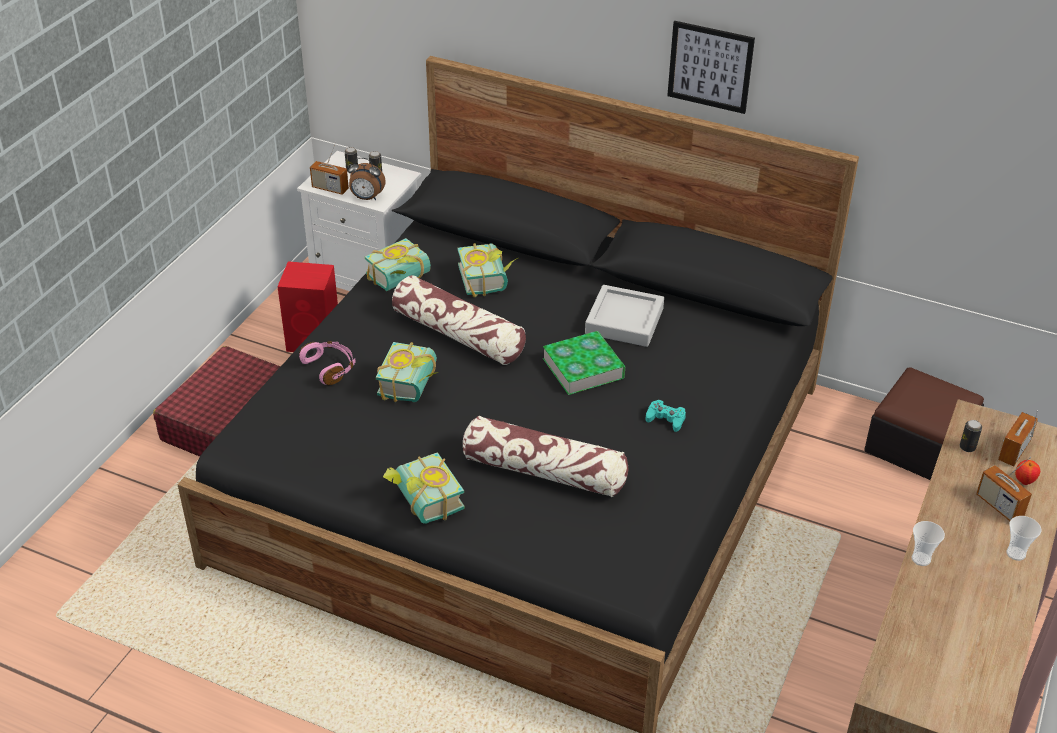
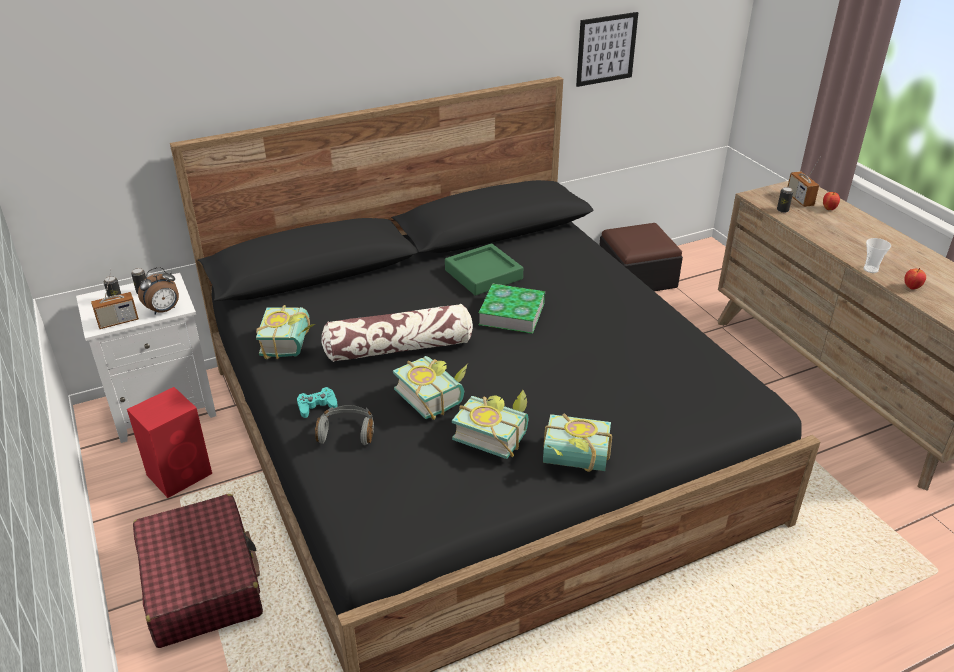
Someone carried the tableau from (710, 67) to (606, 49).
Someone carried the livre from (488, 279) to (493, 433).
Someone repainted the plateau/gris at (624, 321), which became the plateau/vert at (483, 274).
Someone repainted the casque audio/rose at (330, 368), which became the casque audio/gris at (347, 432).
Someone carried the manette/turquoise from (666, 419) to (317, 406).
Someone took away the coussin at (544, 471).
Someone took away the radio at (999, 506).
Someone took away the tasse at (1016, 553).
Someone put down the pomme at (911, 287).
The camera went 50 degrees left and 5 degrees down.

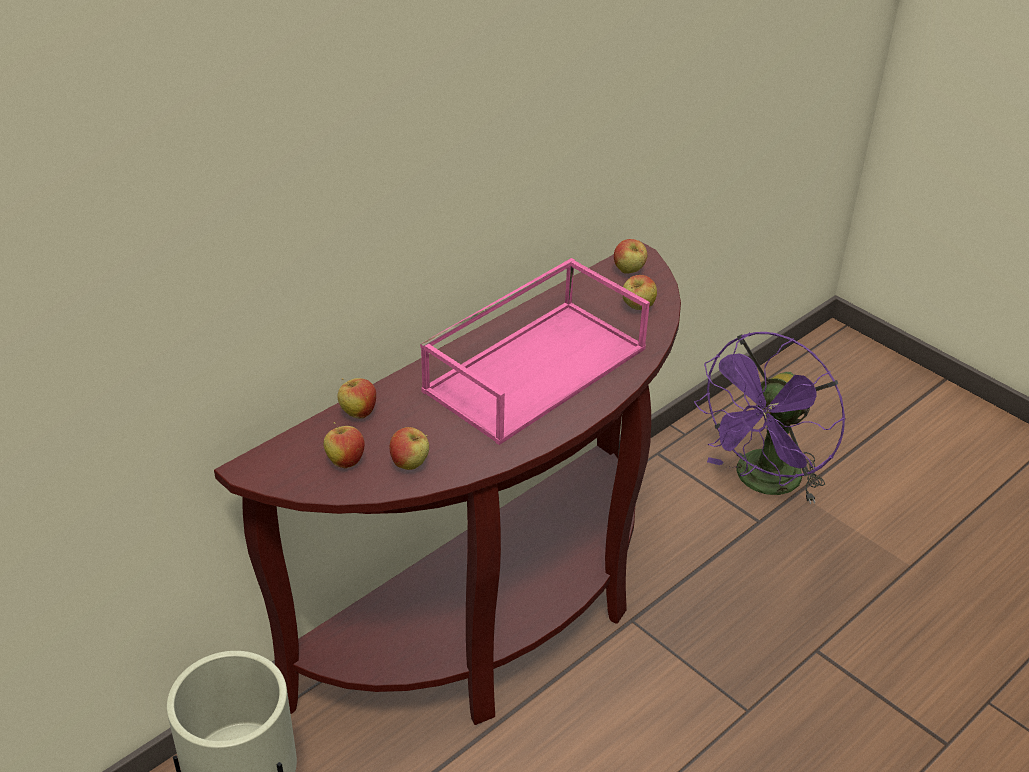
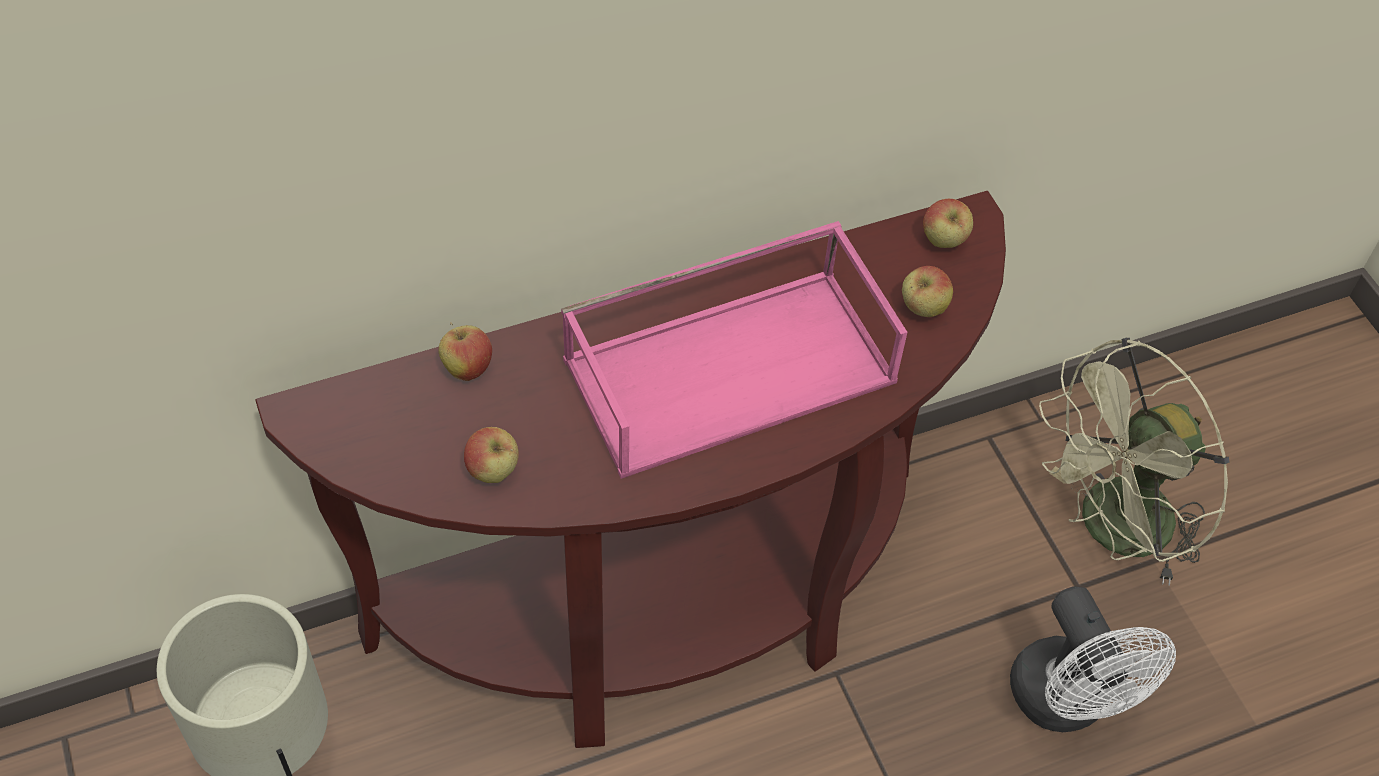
Someone repainted the ventilateur/violet at (762, 483), which became the ventilateur/vert at (1111, 530).
Someone took away the pomme at (345, 461).
Someone put down the ventilateur/blanc at (1067, 704).
The camera went 20 degrees right and 15 degrees up.

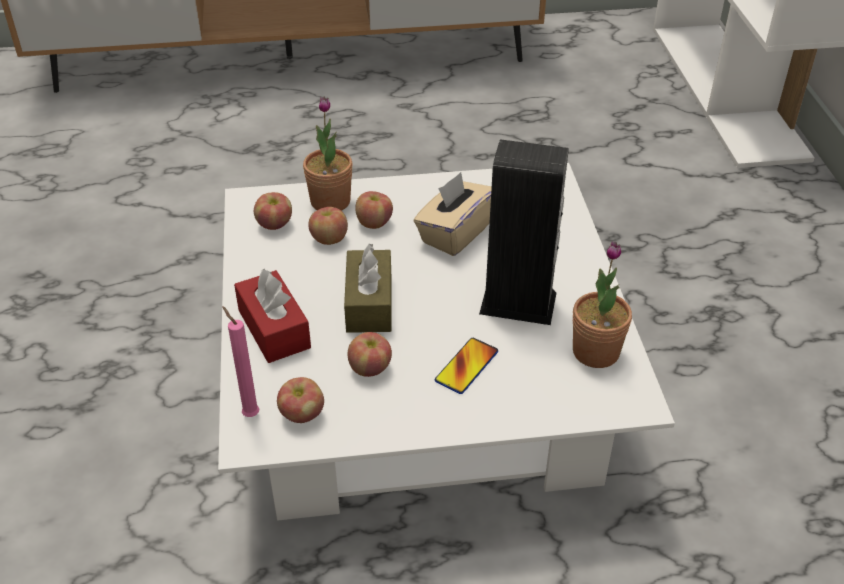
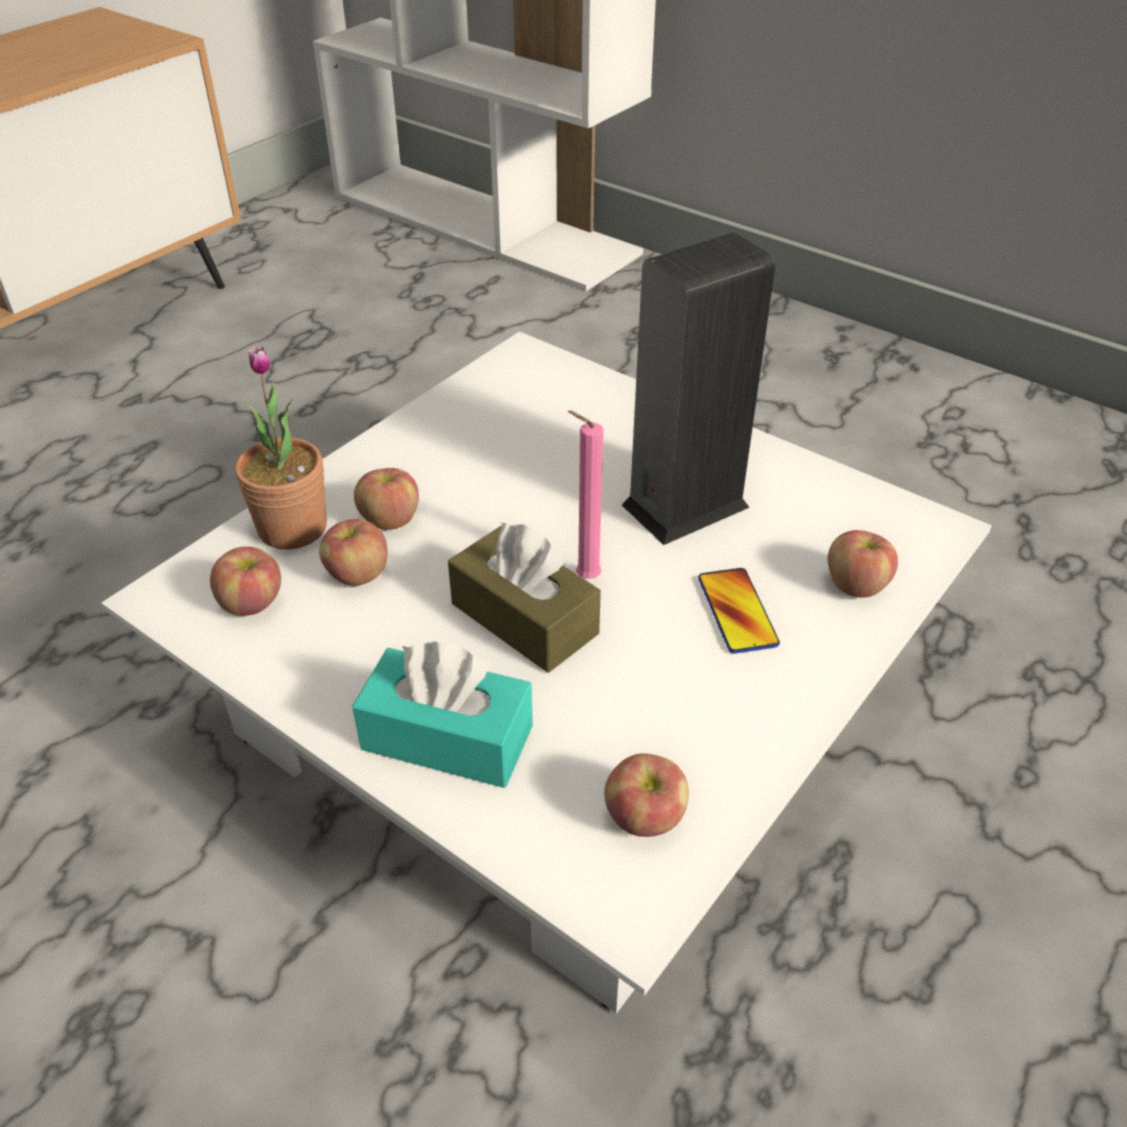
Someone took away the boîte à mouchoirs/beige at (455, 233).
Someone took away the plante en pot at (595, 352).
Someone repainted the boîte à mouchoirs/rouge at (274, 329), which became the boîte à mouchoirs/turquoise at (447, 738).
Someone carried the bougie/rose from (249, 413) to (584, 578).
Someone carried the pomme from (370, 368) to (855, 585).
The camera went 45 degrees left and 0 degrees up.

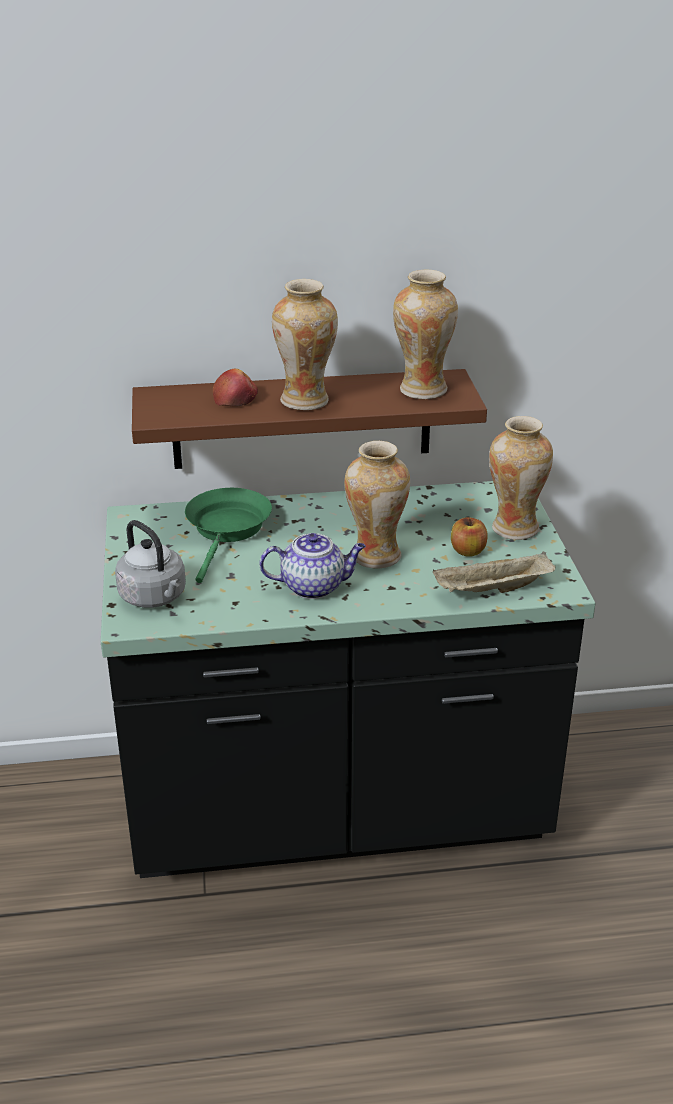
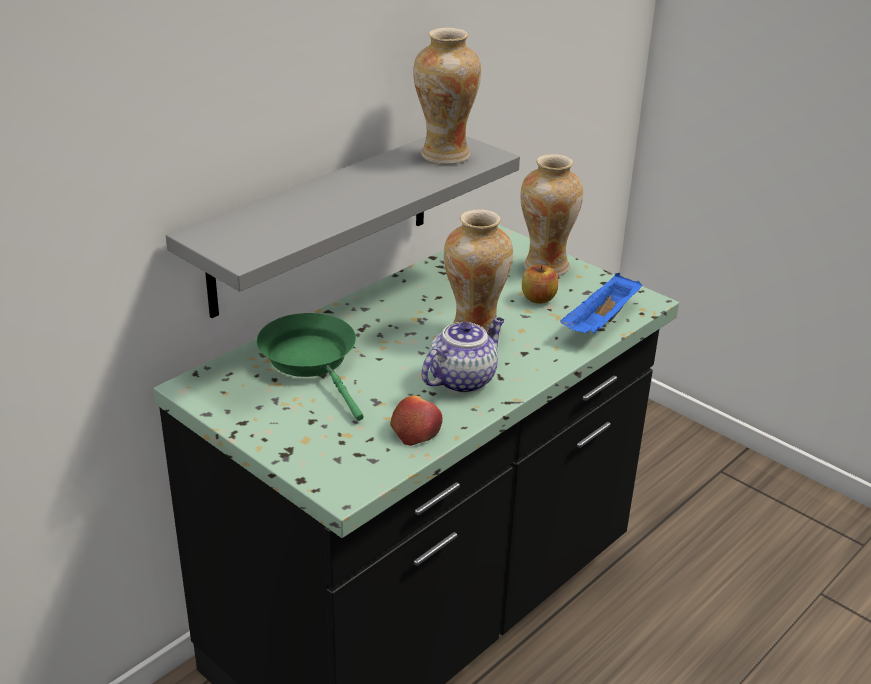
Someone took away the vase at (305, 401).
Someone repainted the étagère/marron at (302, 419), which became the étagère/gris at (322, 222).
Someone carried the pomme from (236, 399) to (415, 429).
Someone took away the bouilloire/gris at (155, 597).
Someone repainted the plateau/beige at (492, 590), which became the plateau/bleu at (601, 323).
The camera went 40 degrees left and 0 degrees up.

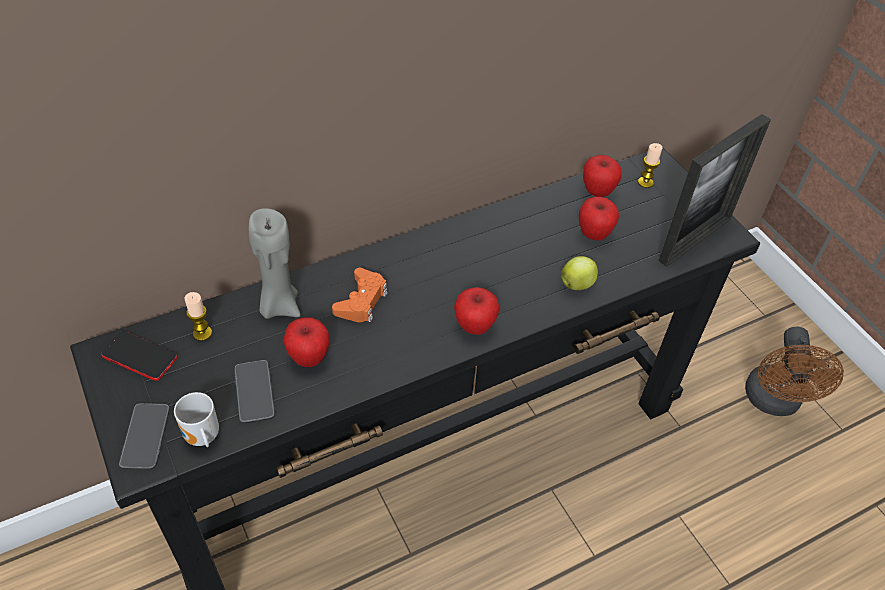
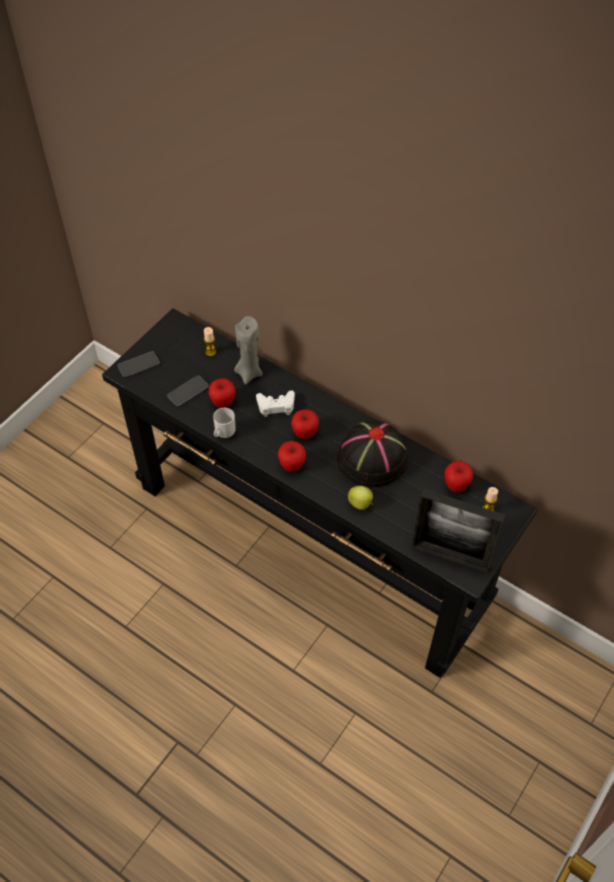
Someone carried the pomme from (594, 234) to (305, 433).
Someone repainted the manette/orange at (361, 301), which became the manette/blanc at (276, 406).
Someone took away the ventilateur/marron at (773, 402).
Someone took away the téléphone at (139, 356).
Someone carried the mug from (201, 438) to (223, 433).
Someone put down the chapeau/noir at (372, 459).
The camera went 65 degrees right and 5 degrees up.

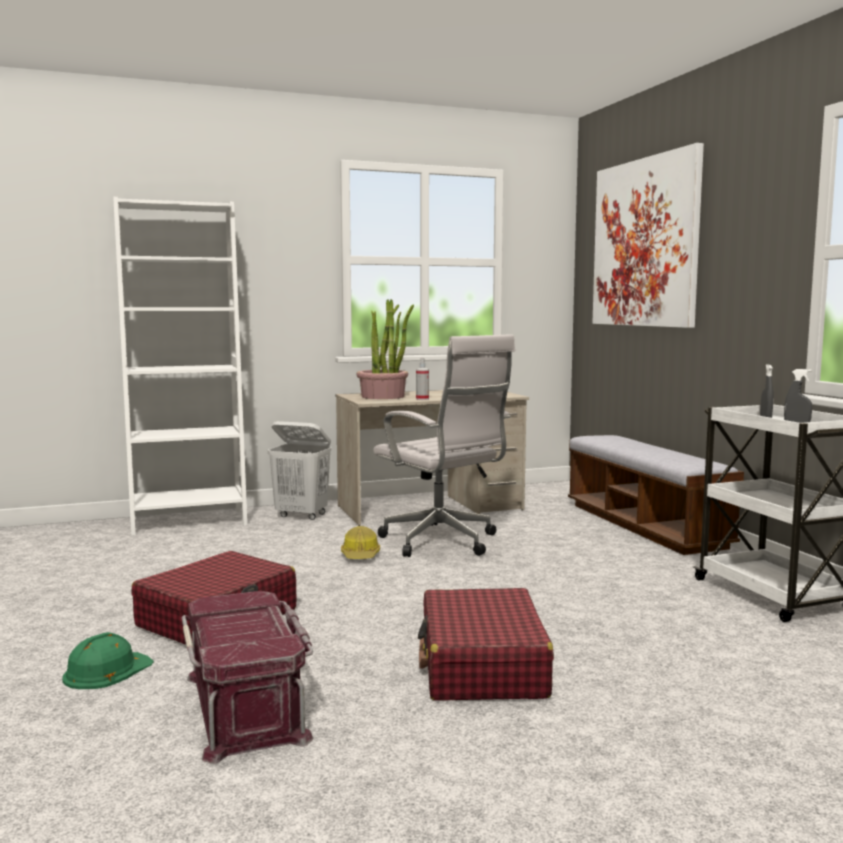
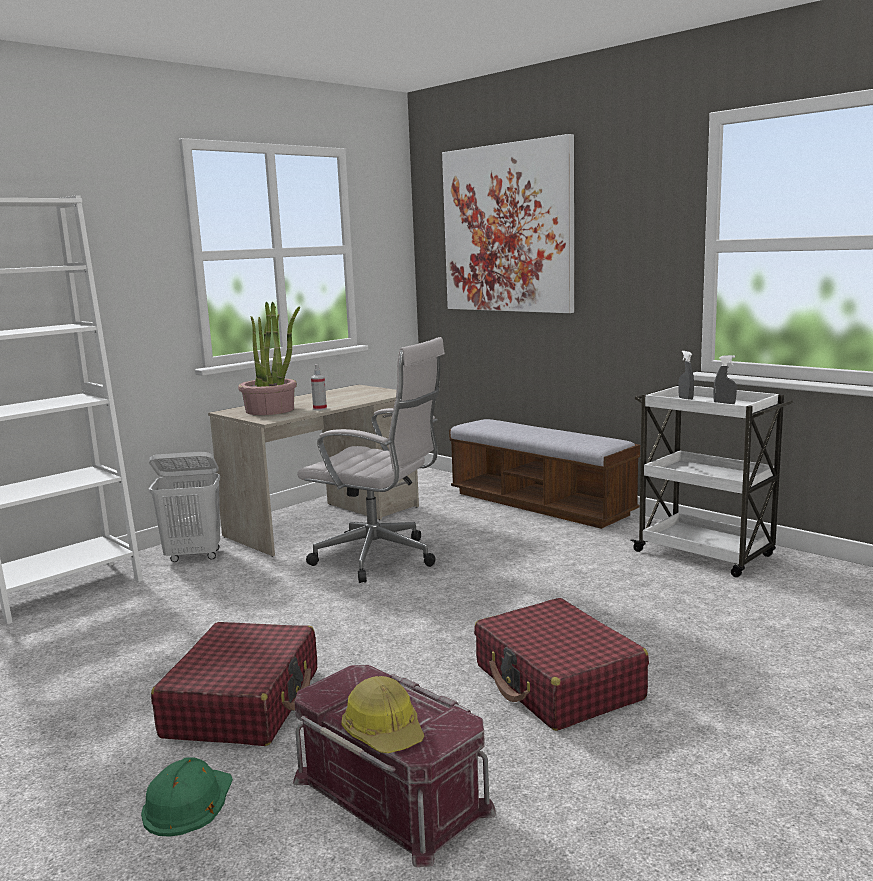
Someone carried the casque de chantier from (360, 555) to (384, 732).
The camera went 25 degrees left and 5 degrees up.

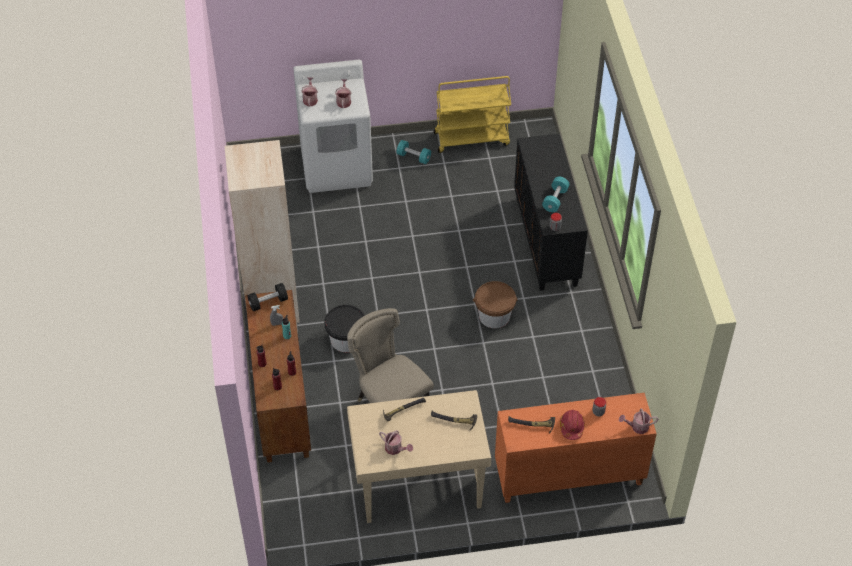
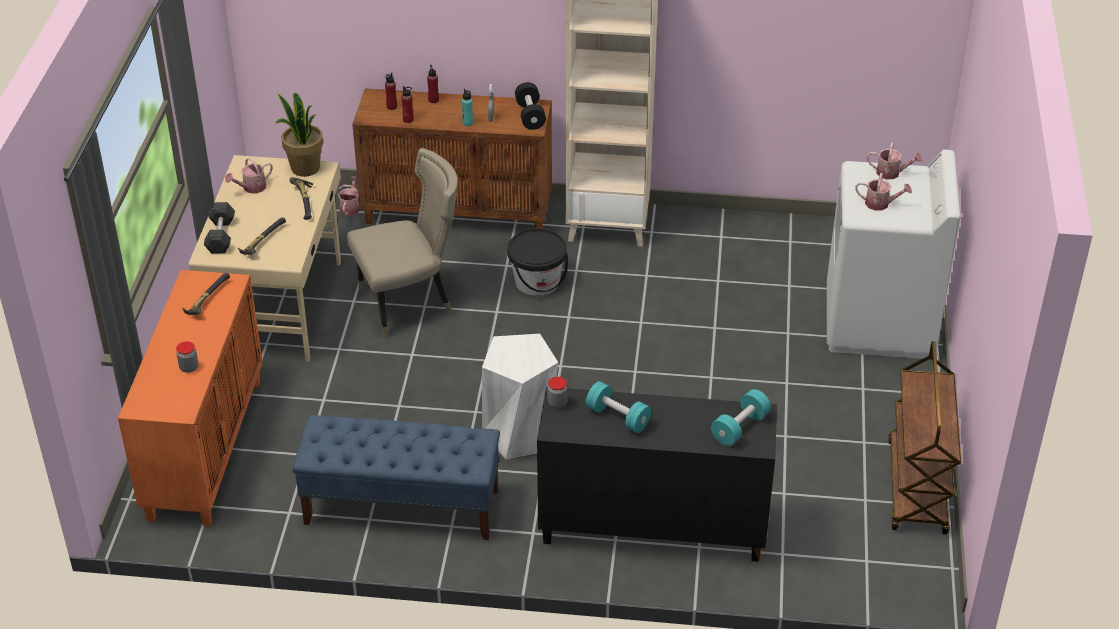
Someone repainted the chariot/jaune at (472, 138), which became the chariot/marron at (917, 488).
Someone carried the haltère/turquoise from (413, 157) to (740, 427).
Someone swapped the seau/marron at (494, 316) for the tabouret/blanc at (520, 433).
Someone carried the arrosoir from (637, 427) to (350, 207).
Someone took away the casque de chantier/rouge at (571, 427).
Someone put down the plante en pot at (304, 168).
Someone put down the haltère/gris at (220, 236).
Someone put down the banc/bleu at (401, 507).
The camera went 105 degrees right and 10 degrees down.

